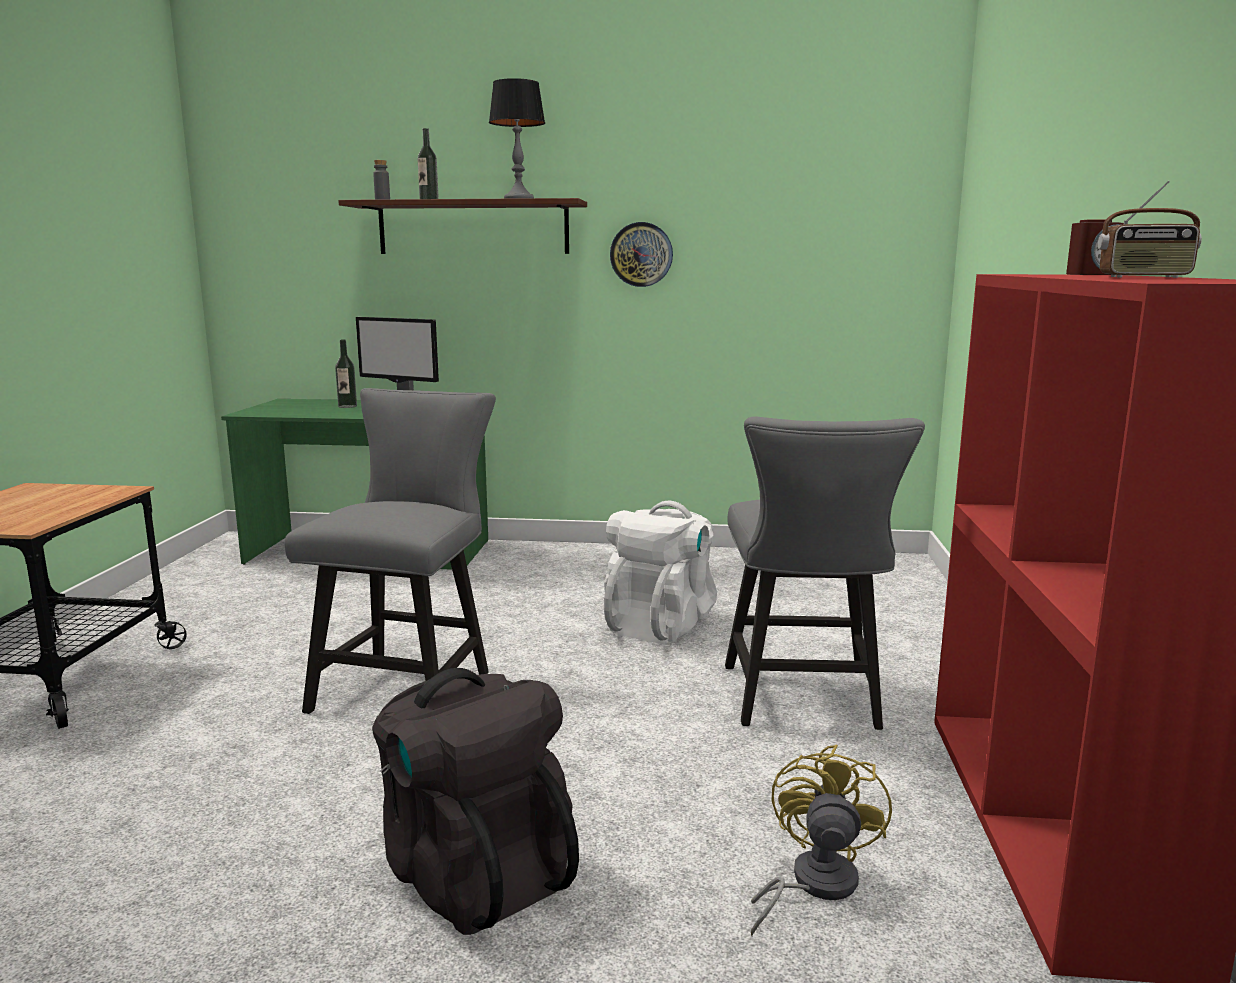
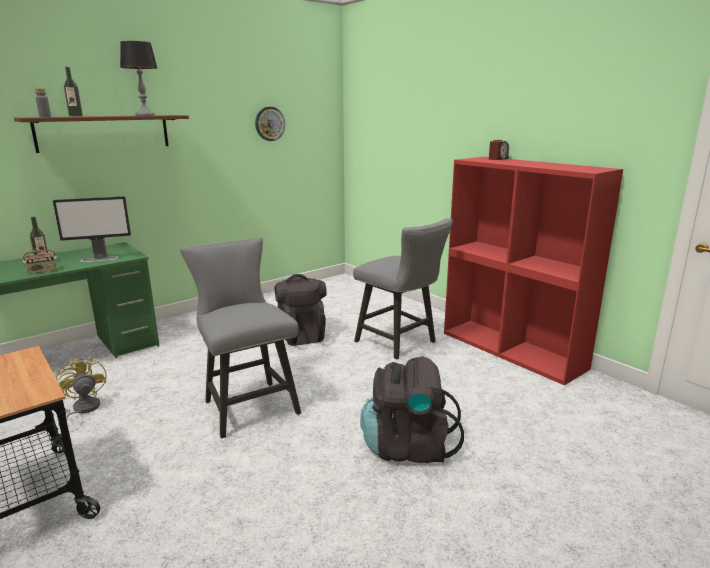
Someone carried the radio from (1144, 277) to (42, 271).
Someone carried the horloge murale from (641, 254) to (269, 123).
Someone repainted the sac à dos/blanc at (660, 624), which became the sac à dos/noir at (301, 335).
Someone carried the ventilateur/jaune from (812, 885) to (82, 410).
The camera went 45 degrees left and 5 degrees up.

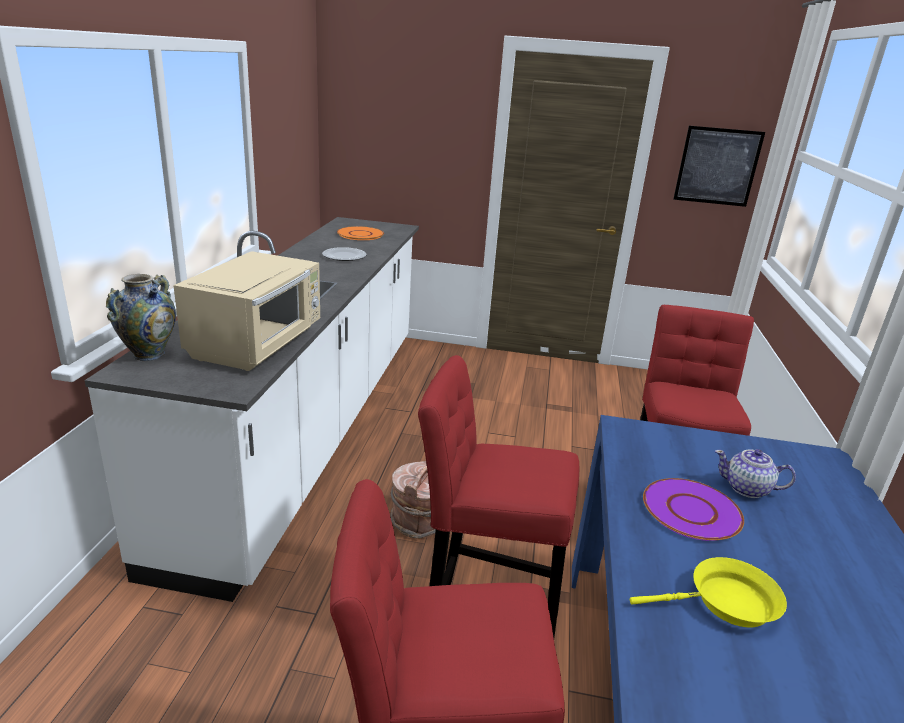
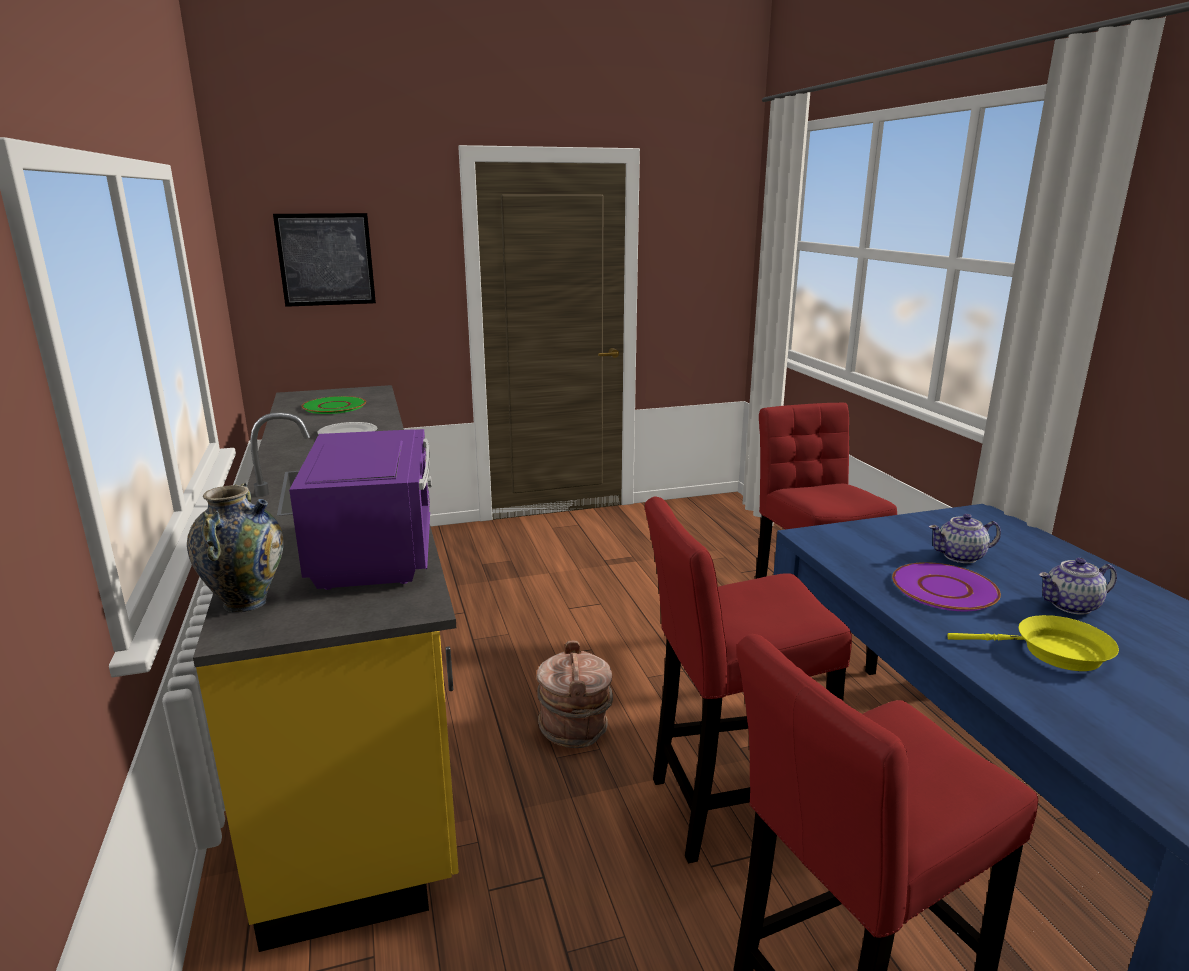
Someone carried the tableau from (717, 166) to (326, 259).
Someone repainted the comptoir de cuisine/blanc at (312, 429), which became the comptoir de cuisine/jaune at (358, 669).
Someone repainted the assiette/orange at (360, 234), which became the assiette/vert at (334, 406).
Someone repainted the micro-ondes/beige at (258, 344), which became the micro-ondes/violet at (377, 551).
Someone rotated the poêle/jaune at (726, 603) by 45 degrees clockwise.
Someone put down the théière at (1071, 606).
The camera went 25 degrees left and 5 degrees down.

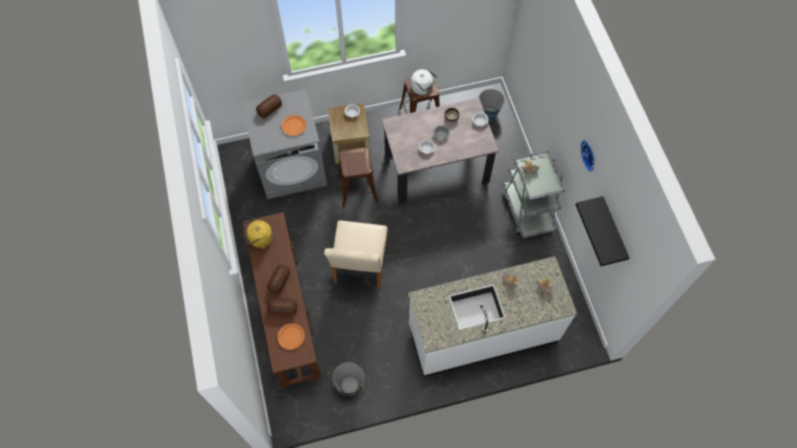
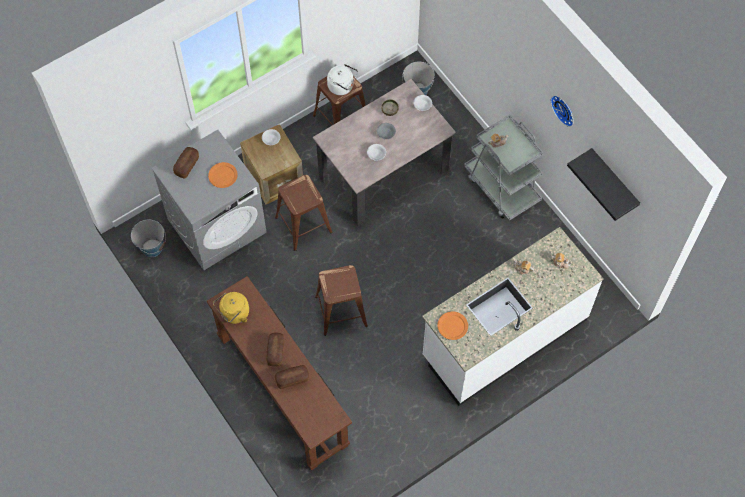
Someone swapped the chaise/beige at (359, 267) for the tabouret/marron at (341, 311).
Someone carried the assiette/orange from (291, 336) to (452, 326).
Someone carried the seau from (350, 384) to (152, 247).
The camera went 20 degrees left and 0 degrees up.

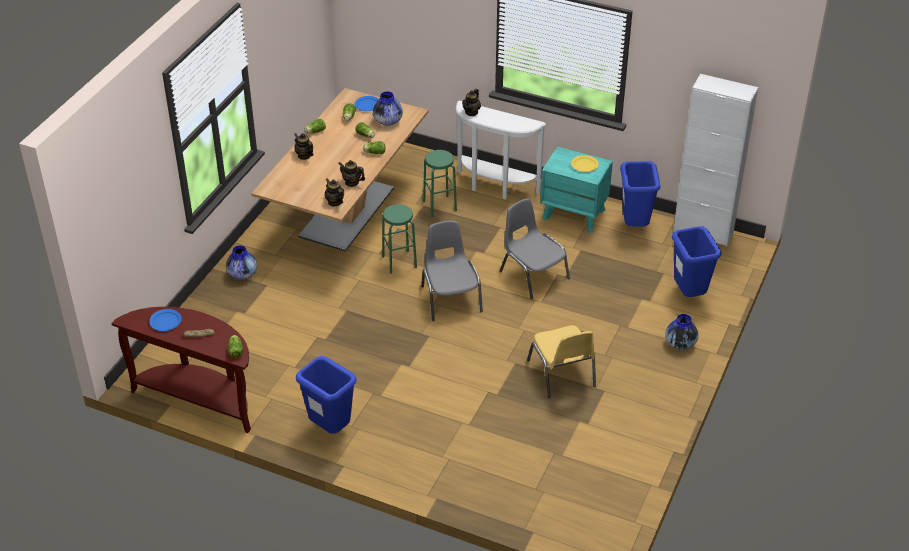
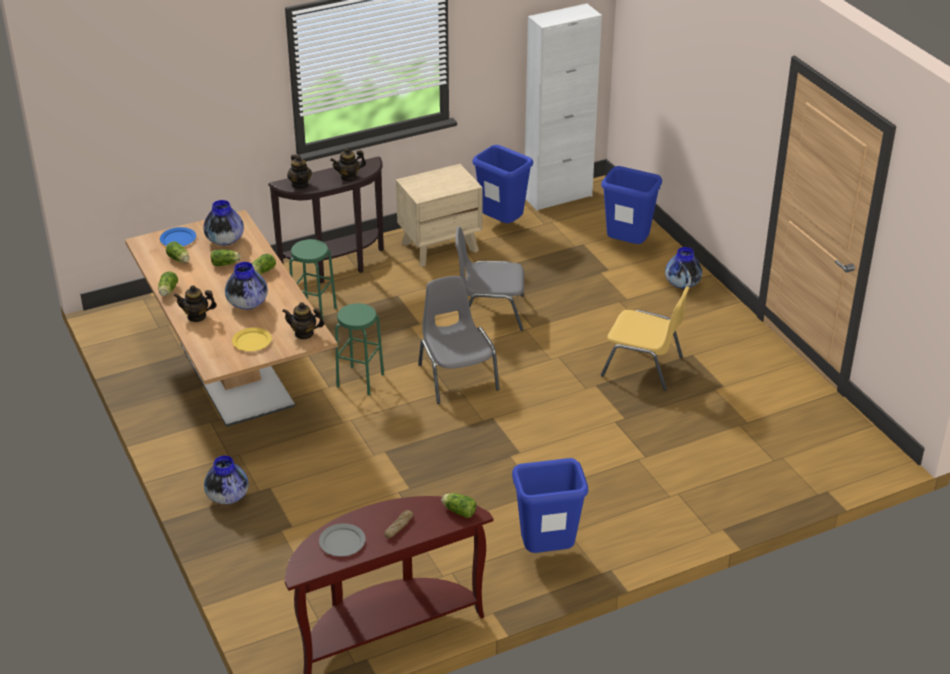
Someone repainted the table console/blanc at (494, 187), which became the table console/marron at (337, 269).
Someone repainted the table de chevet/turquoise at (574, 214), which became the table de chevet/beige at (440, 246).
Someone carried the assiette/jaune from (584, 165) to (251, 341).
Someone carried the théière from (352, 182) to (349, 177).
Someone rotated the chaise/gris at (450, 298) by 45 degrees clockwise.
Someone repainted the assiette/bleu at (165, 321), which became the assiette/gris at (342, 542).
Someone put down the vase at (247, 303).
The camera went 50 degrees left and 5 degrees down.

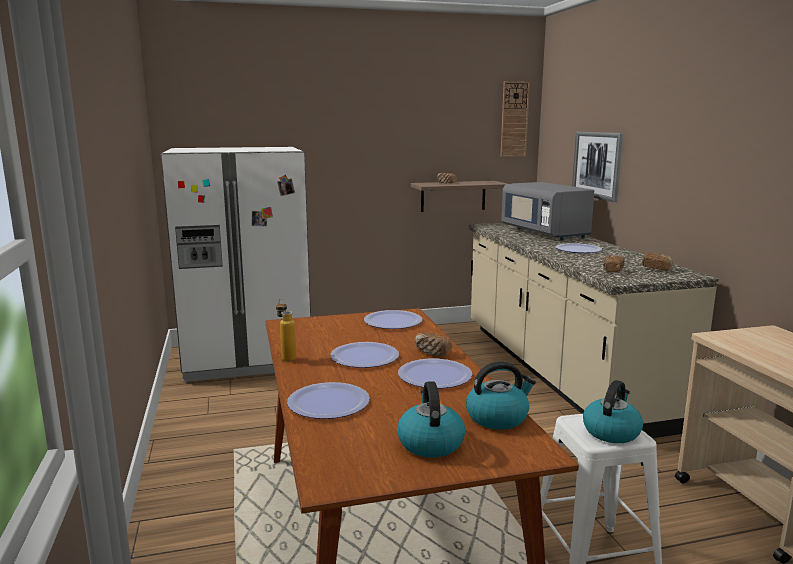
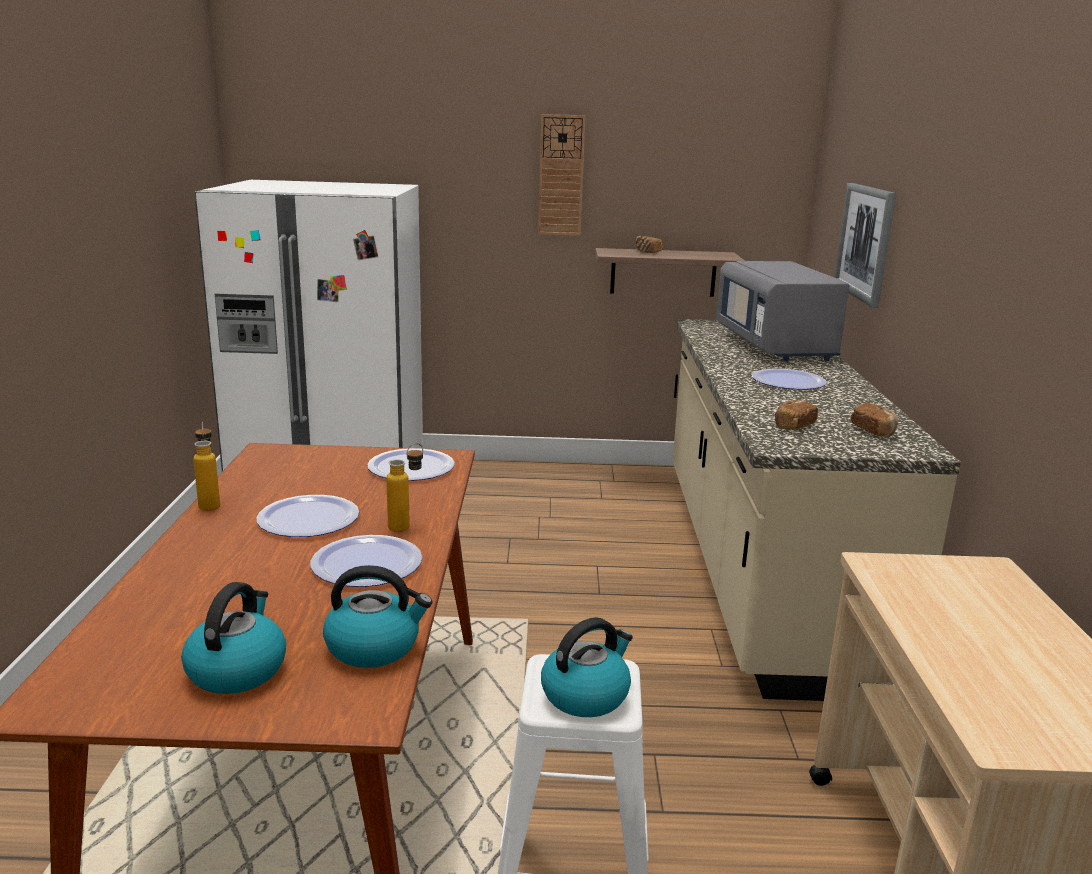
Someone carried the horloge murale from (514, 119) to (561, 176).
Someone swapped the pain at (432, 353) for the bouteille at (406, 526).
Someone took away the assiette at (329, 402).
The camera went 15 degrees right and 5 degrees up.

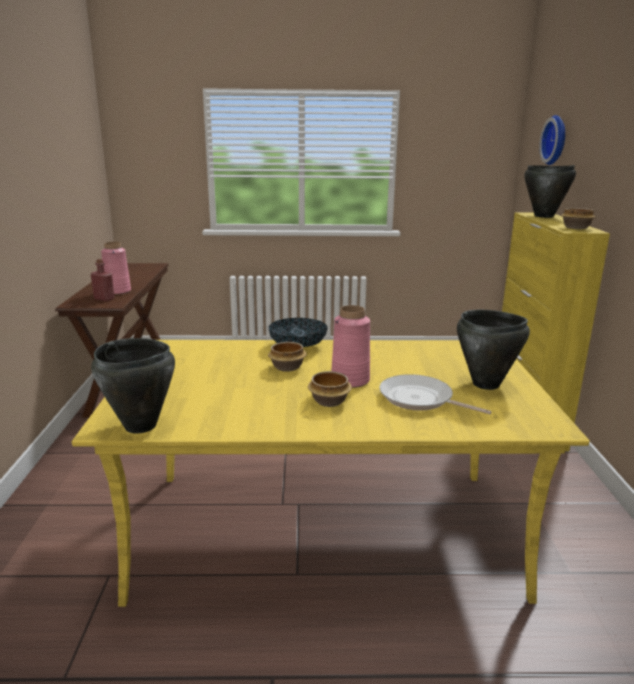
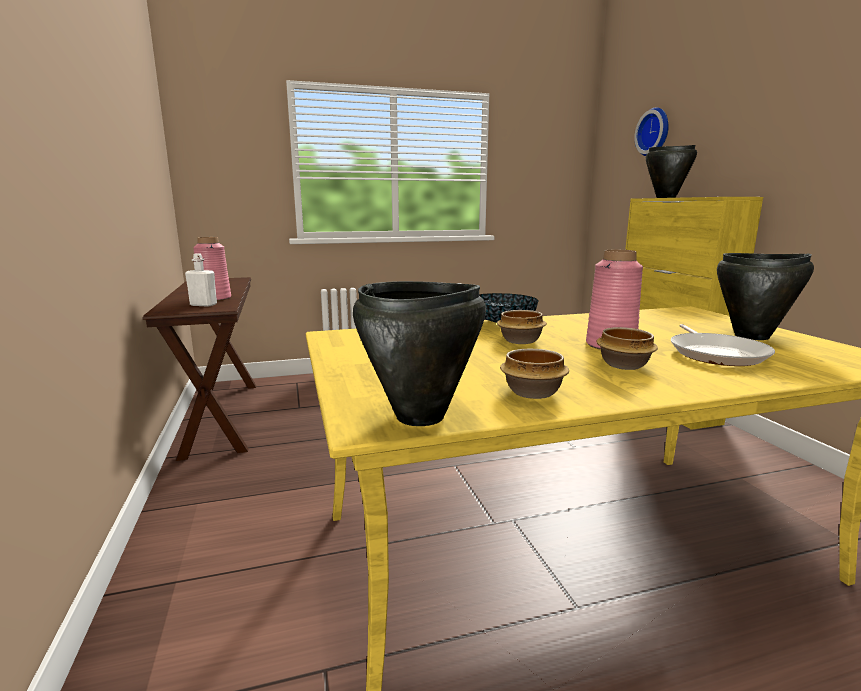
Someone carried the bol from (575, 228) to (532, 393).
Someone repainted the bouteille/rouge at (104, 299), which became the bouteille/blanc at (203, 305).
Someone rotated the poêle at (419, 399) by 105 degrees counterclockwise.
The camera went 15 degrees left and 5 degrees down.

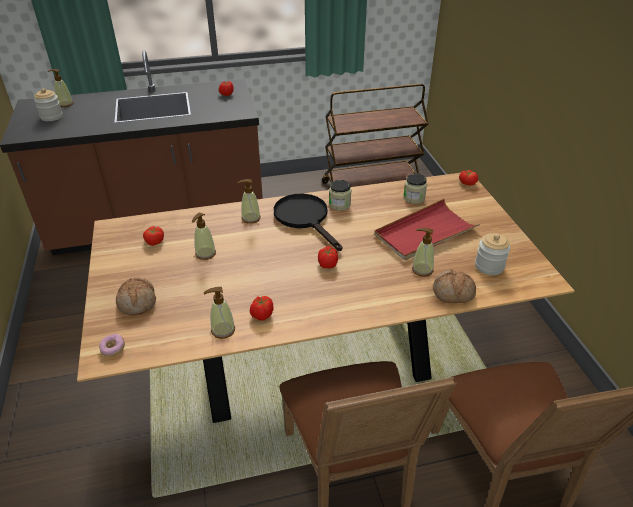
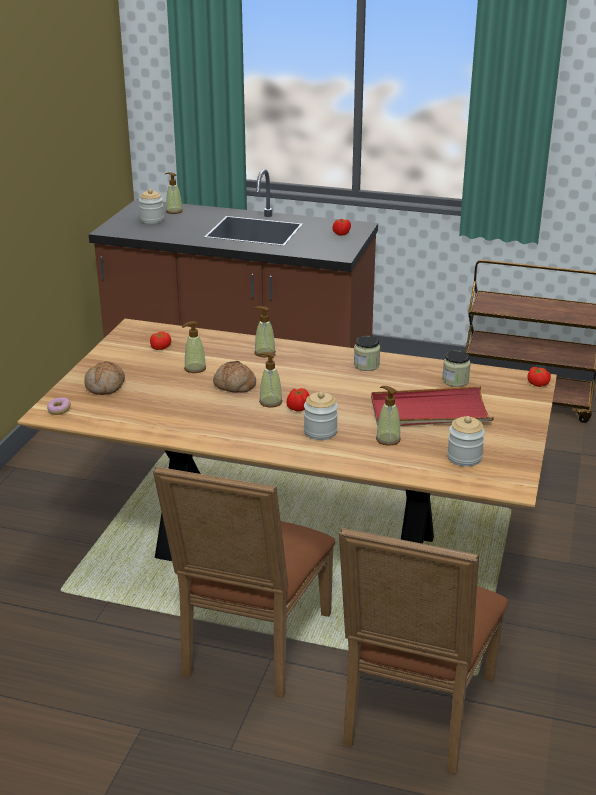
Someone took away the poêle/noir at (305, 218).
Someone carried the pain from (453, 293) to (234, 385).
Someone carried the distributeur de savon from (223, 330) to (270, 402).
Someone took away the tomate at (262, 315).
Someone put down the bocal at (320, 432).
The camera went 30 degrees right and 10 degrees down.

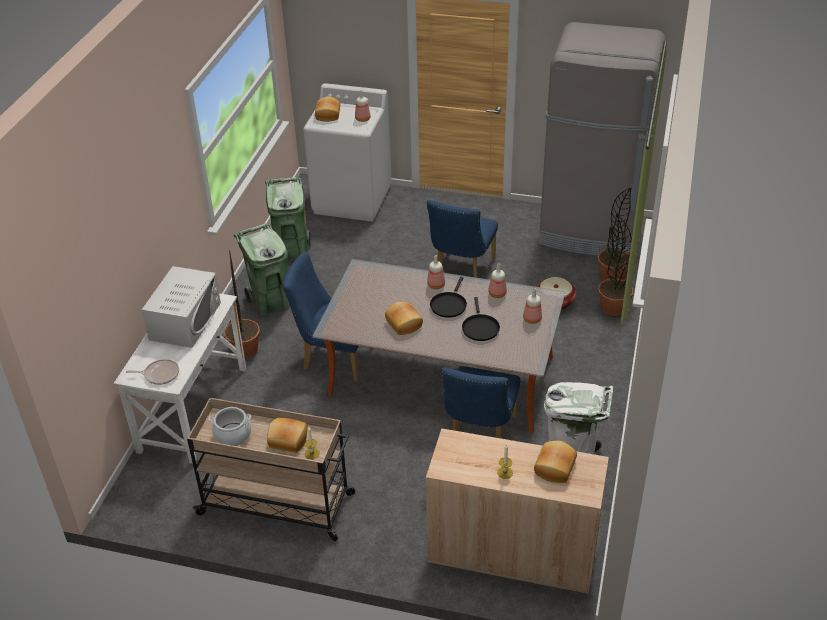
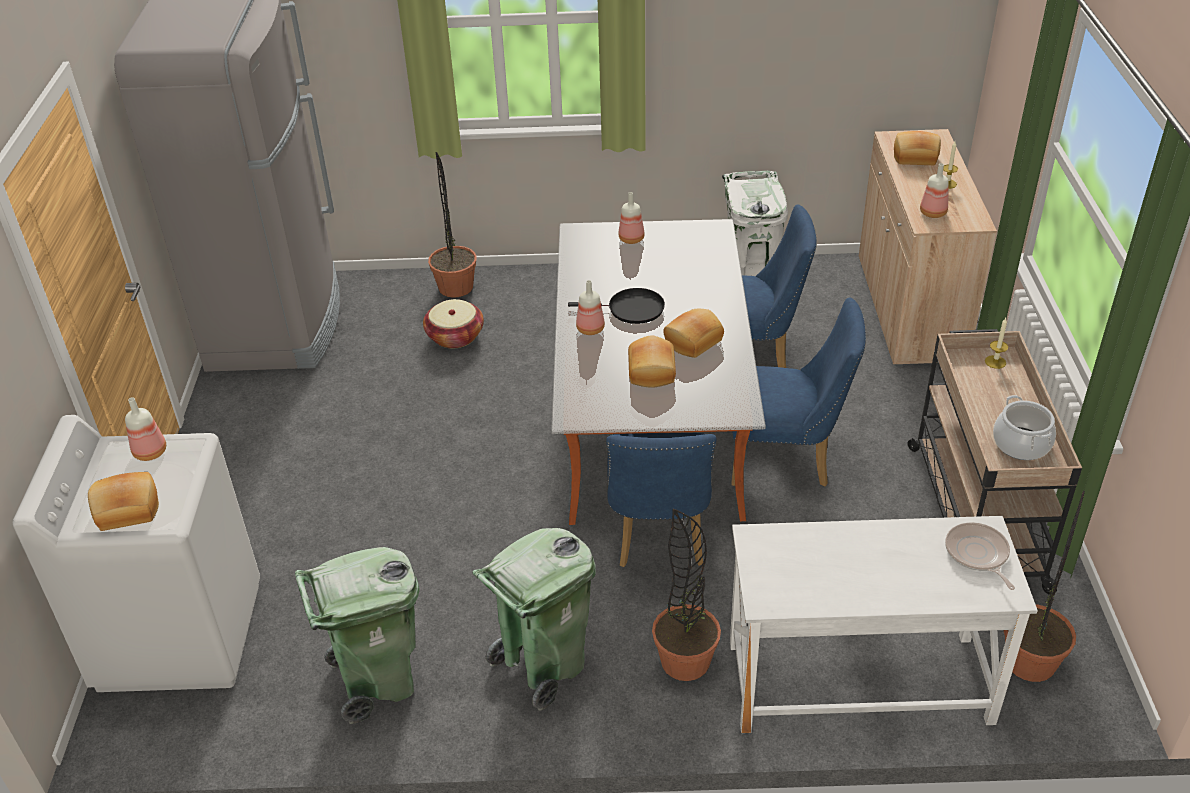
Someone carried the plante en pot from (612, 277) to (1030, 662).
Someone carried the chaise/bleu from (461, 272) to (788, 460).
Someone carried the bouteille from (496, 294) to (933, 213).
Someone took away the micro-ondes/blanc at (185, 321).
Someone took away the poêle/noir at (480, 328).
Someone carried the pain from (287, 441) to (653, 371).
The camera went 105 degrees left and 0 degrees up.

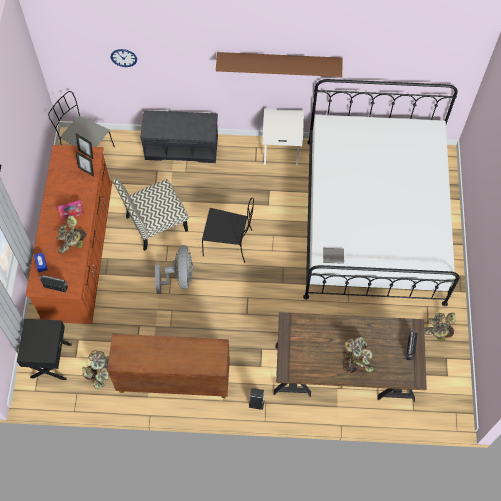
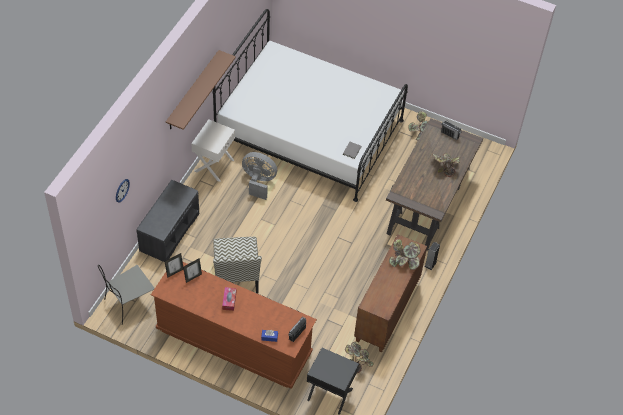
Someone took away the chaise/noir at (229, 243).
Someone carried the plante en pot from (71, 242) to (404, 261).
Someone carried the ventilateur/gris from (179, 278) to (258, 182).
The camera went 70 degrees left and 10 degrees down.

